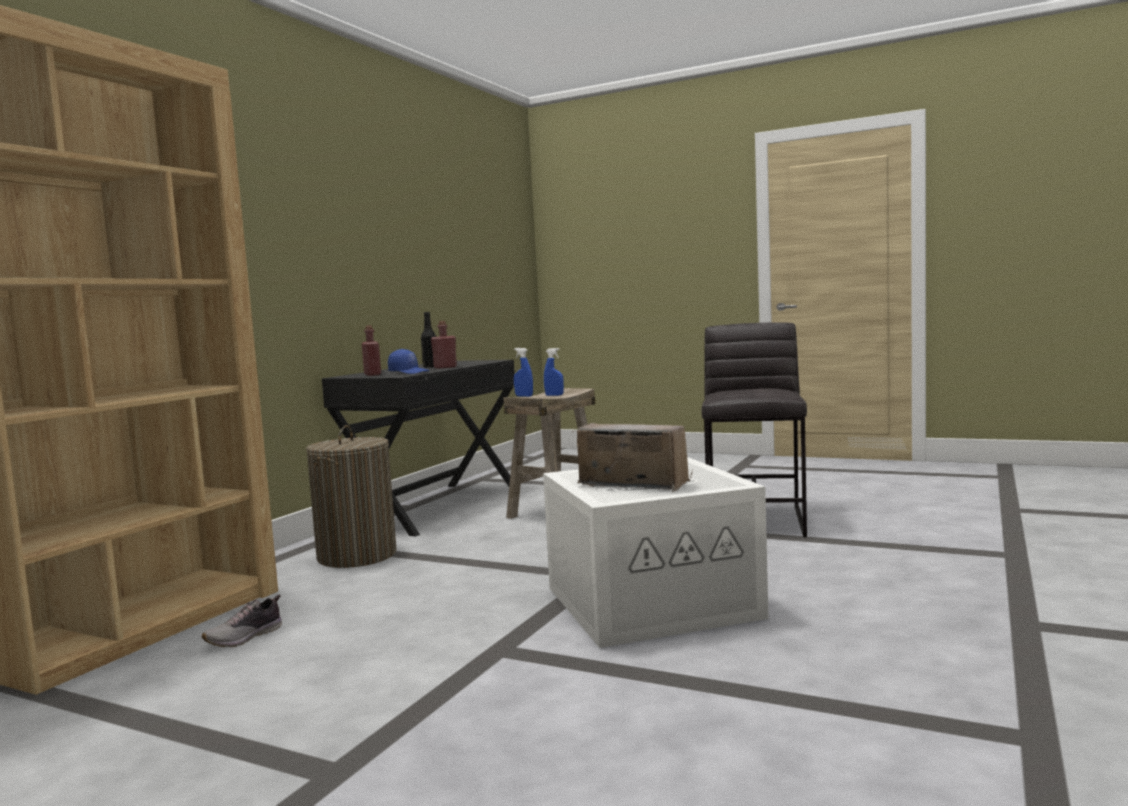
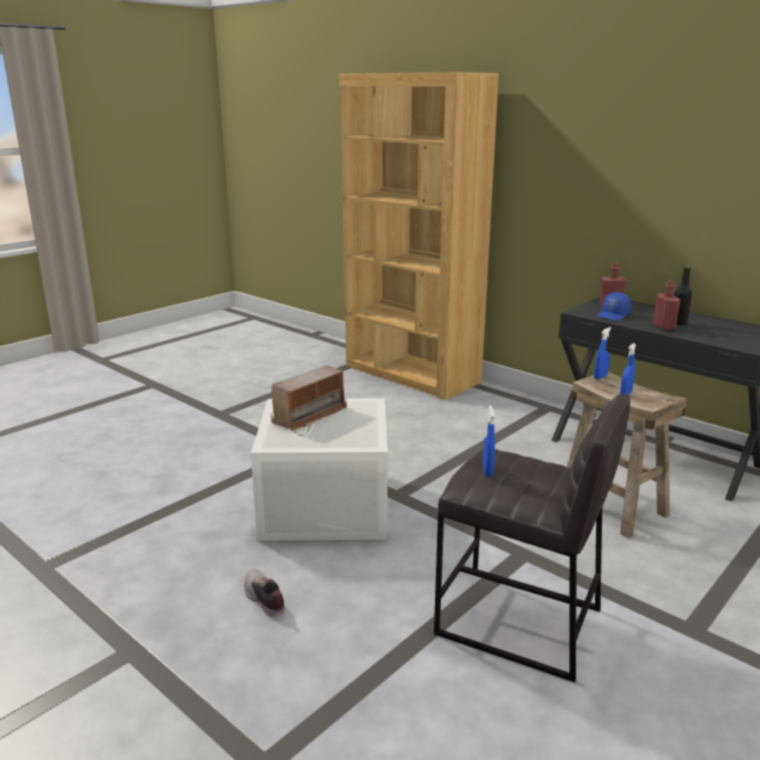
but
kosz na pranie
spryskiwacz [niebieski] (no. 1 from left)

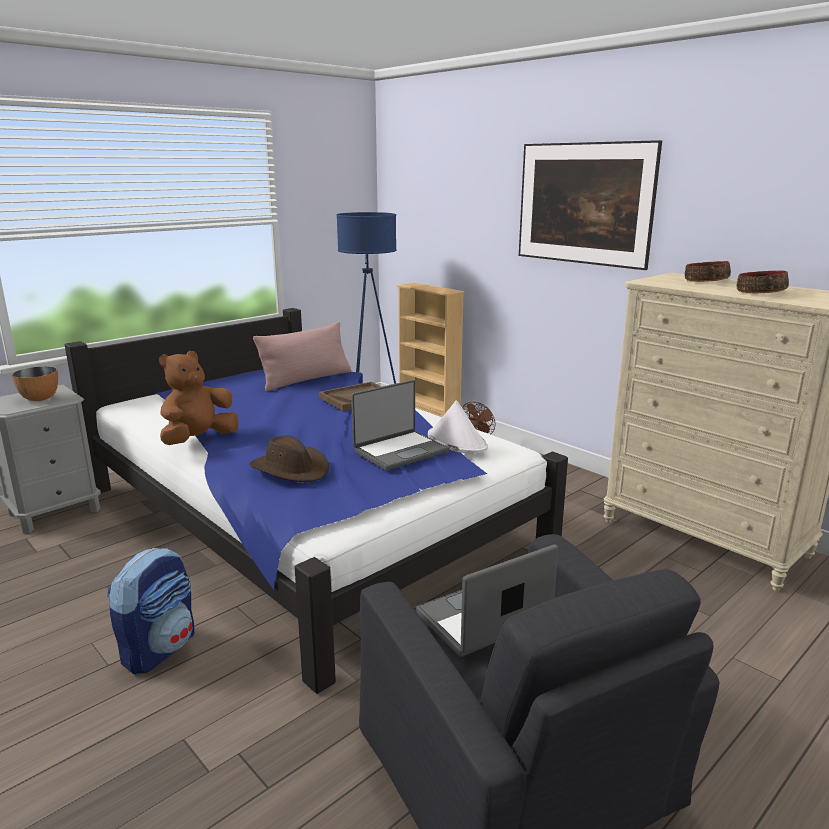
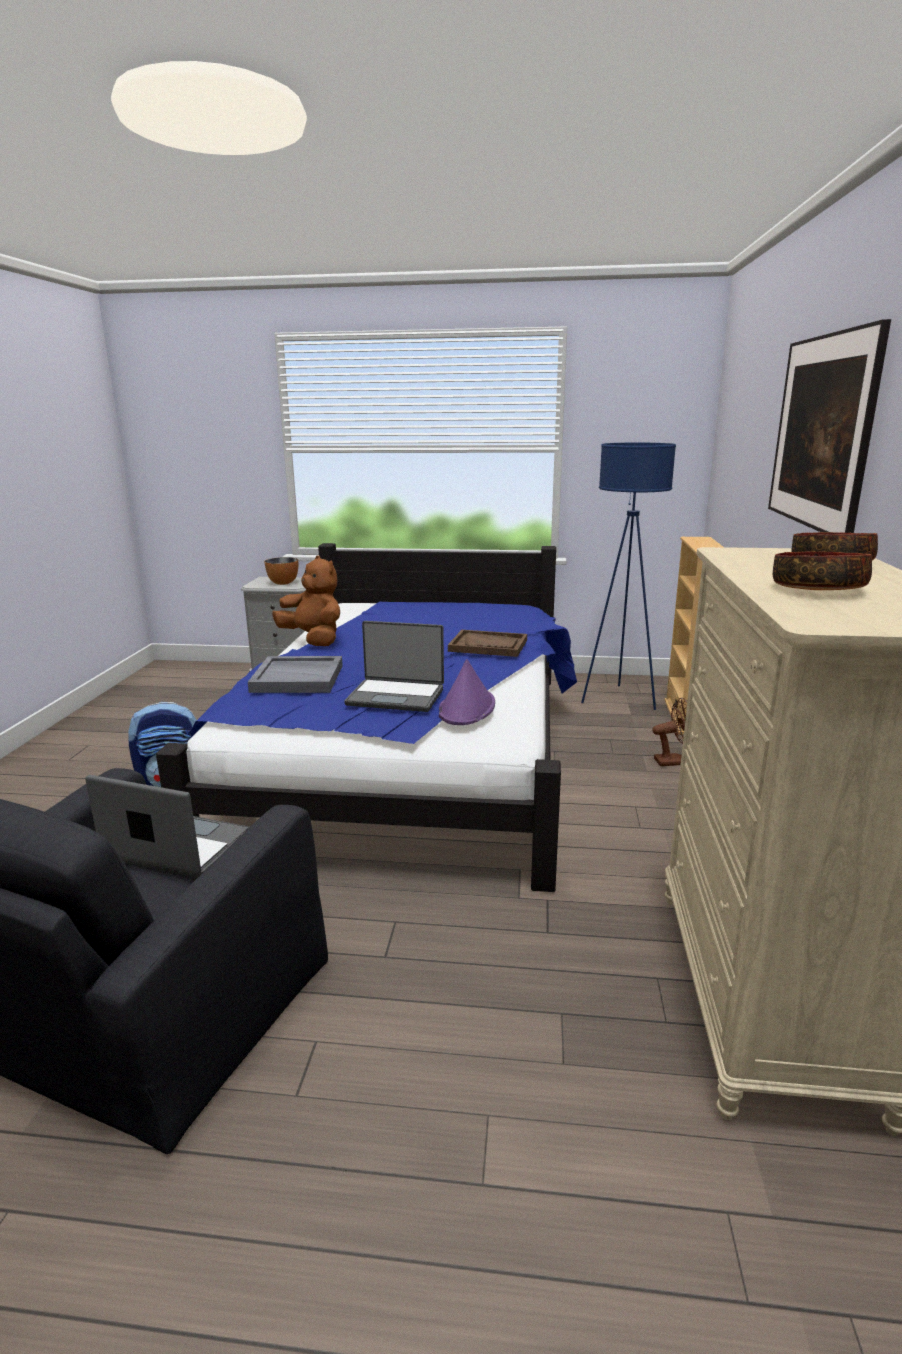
pluszak [brązowy]
taca [szary]
poduszka [różowy]
kapelusz [fioletowy]

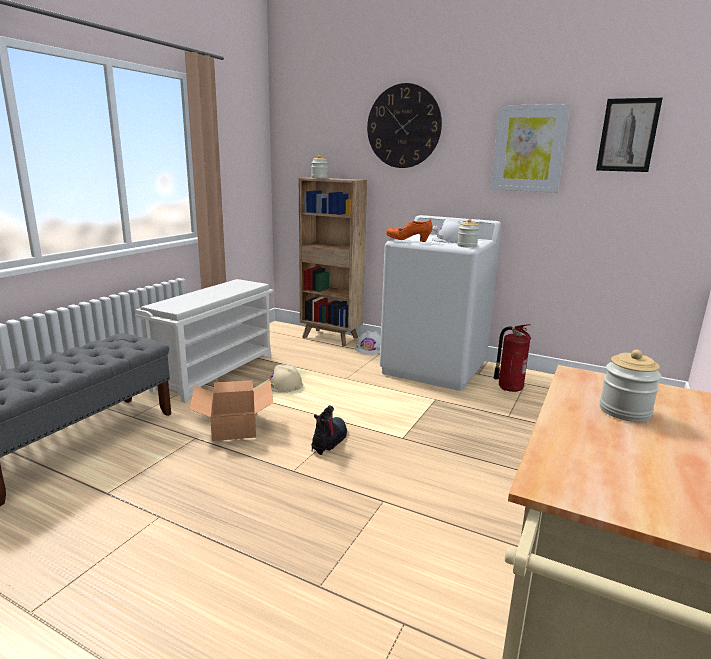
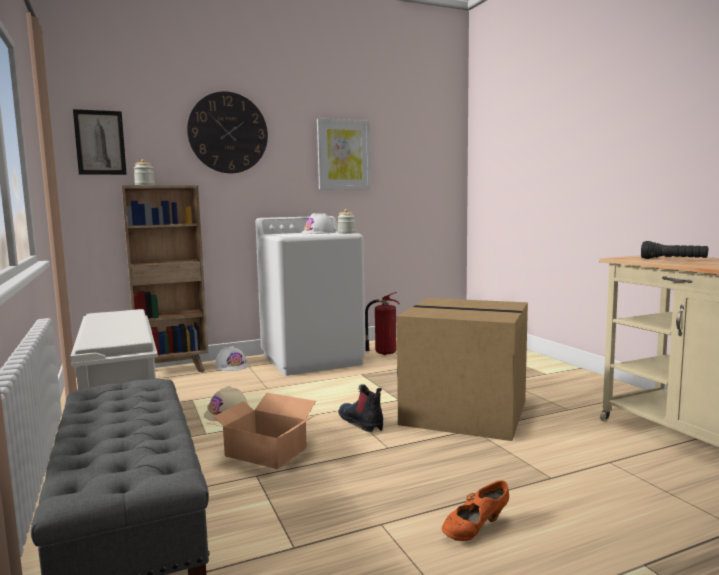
but [pomarańczowy]
obraz (no. 1 from left)
latarka [czarny]
karton (no. 2 from left)

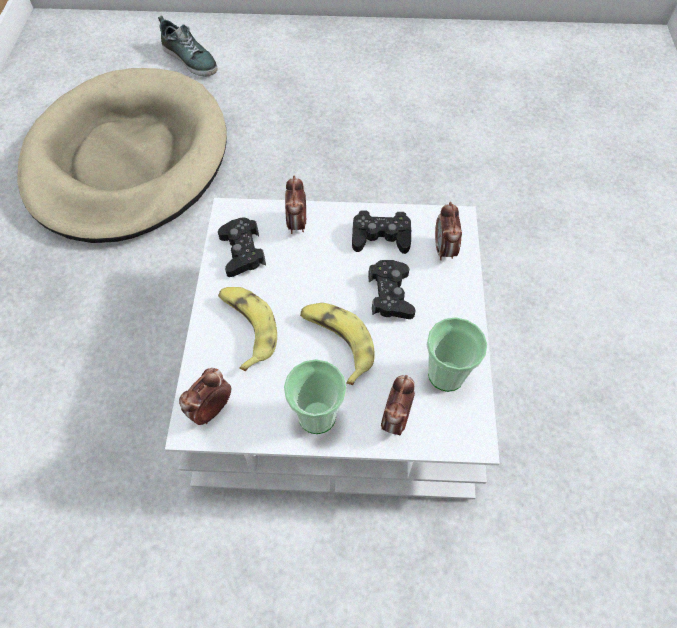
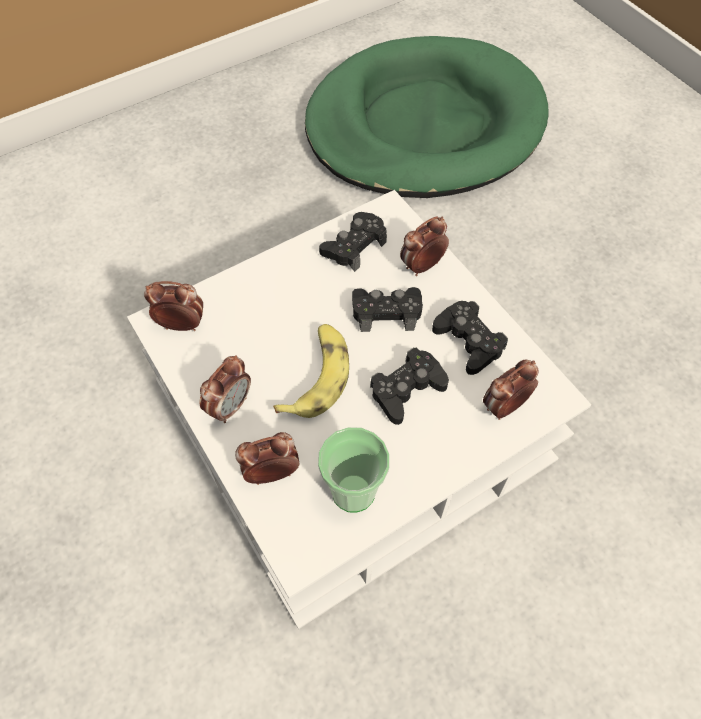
legowisko [zielony]
but
banan (no. 1 from left in the first image)
budzik (no. 2 from left)
pad do gier [czarny] (no. 2 from left)

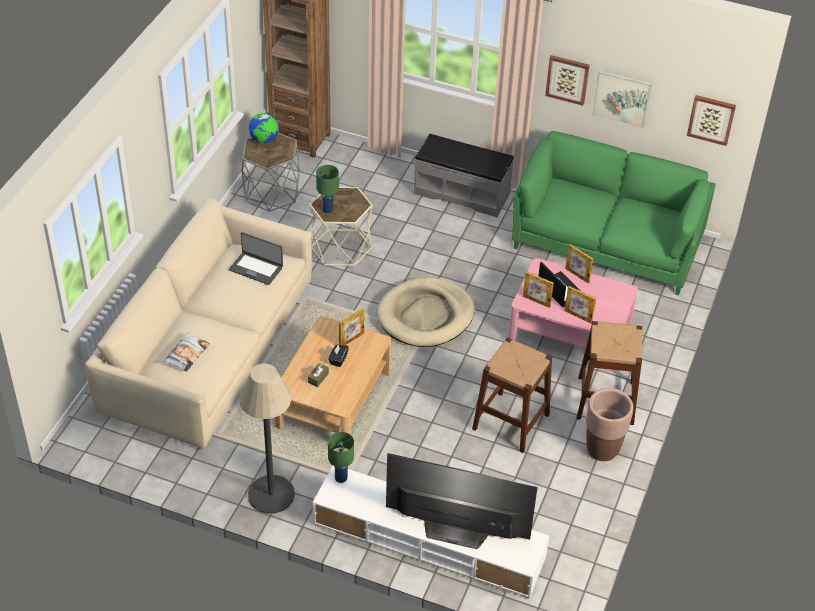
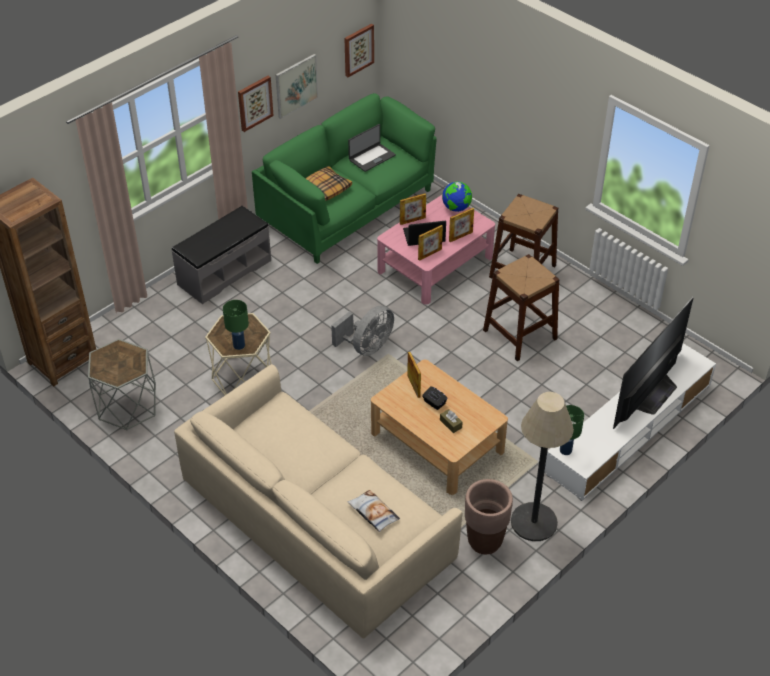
laptop (no. 1 from left)
globus
wentylator [szary]
donica [brązowy]
poduszka (no. 1 from left)

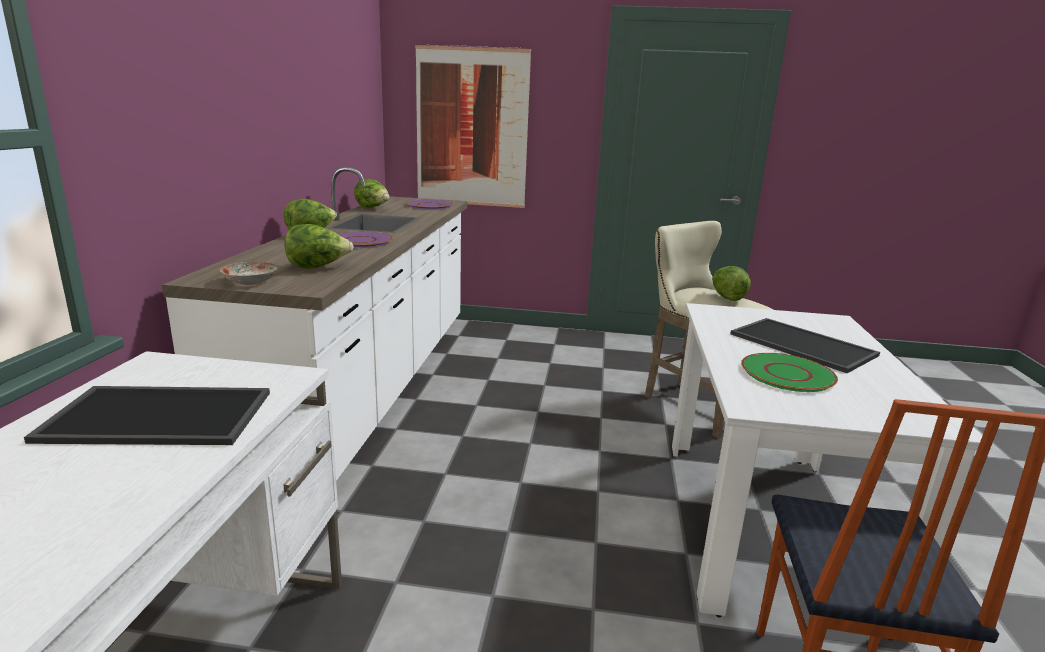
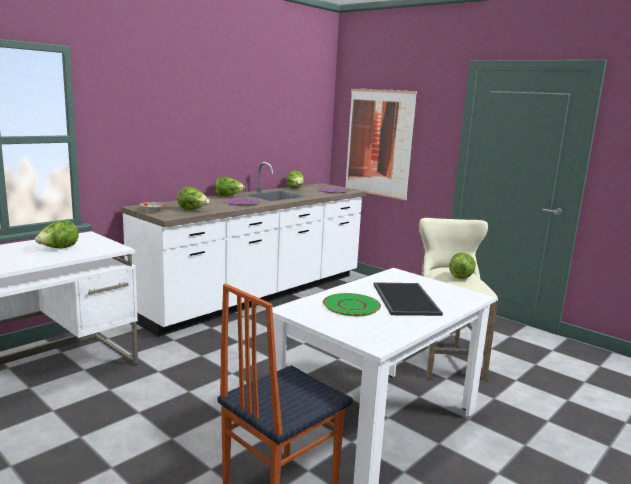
sałata (no. 1 from left)

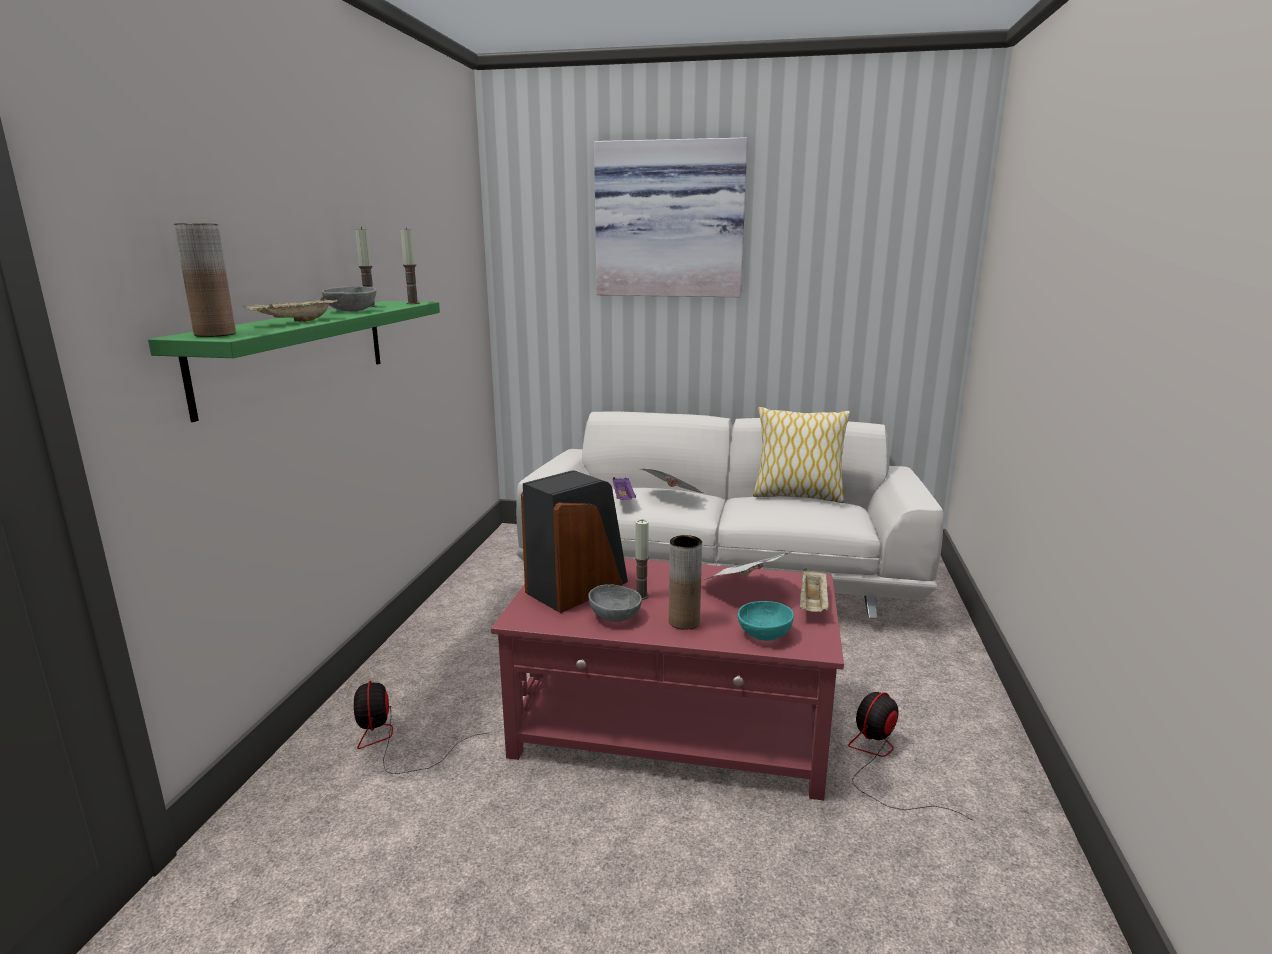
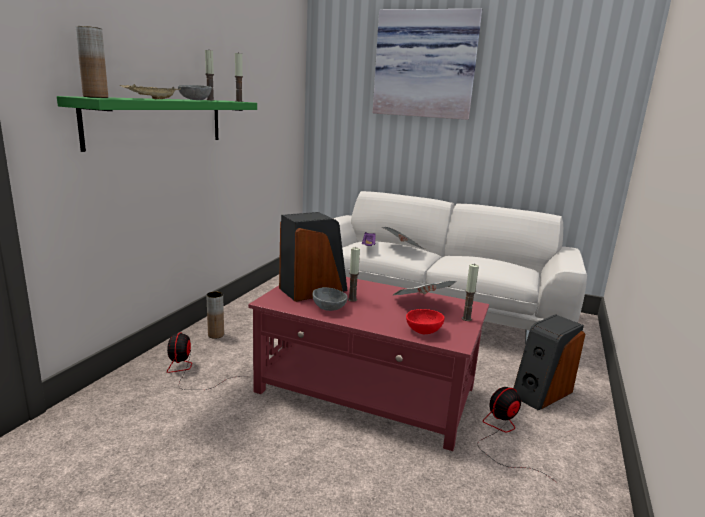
wazon [brązowy] (no. 2 from left)
miska [czerwony]
poduszka
świeca (no. 4 from left)
głośnik (no. 2 from left)

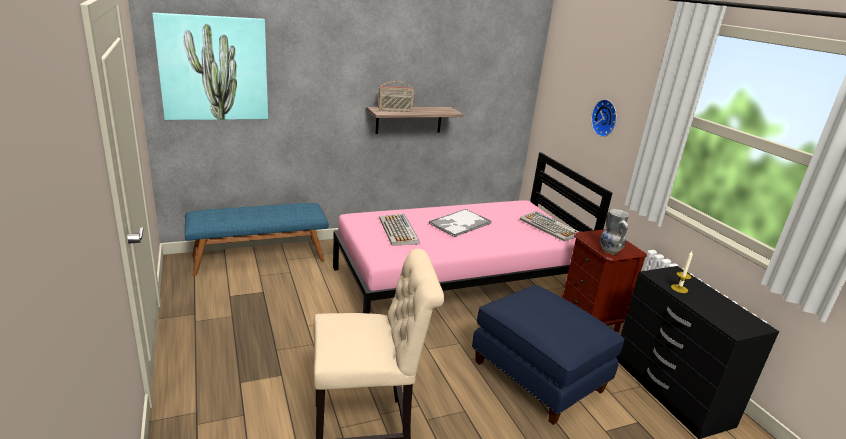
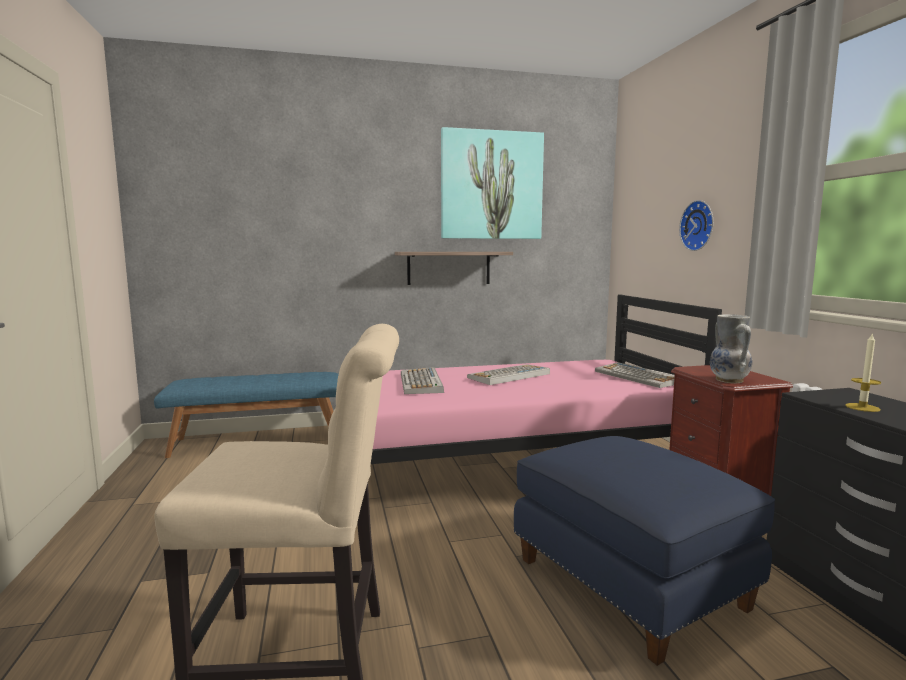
obraz
radio
klawiatura (no. 2 from left)

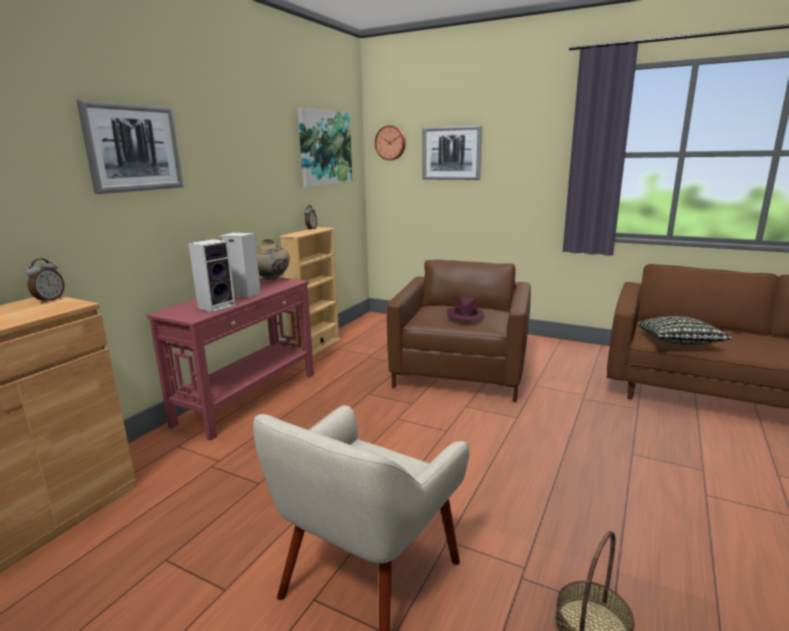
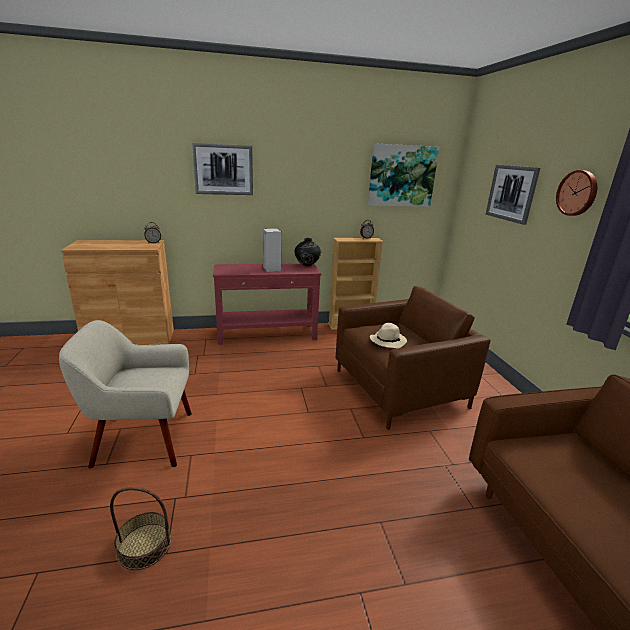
głośnik (no. 1 from left in the first image)
wazon [czarny]
zegar ścienny
kapelusz [beżowy]
poduszka

